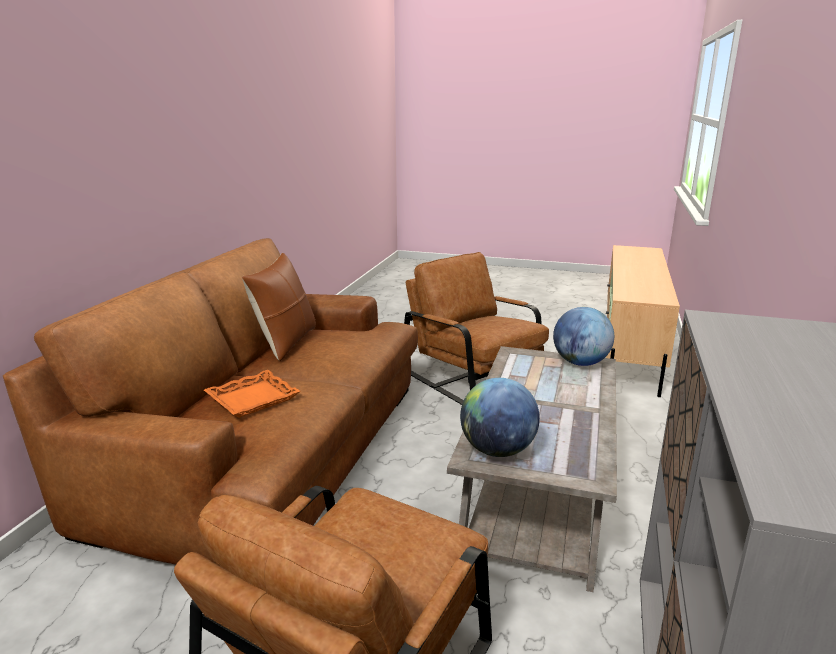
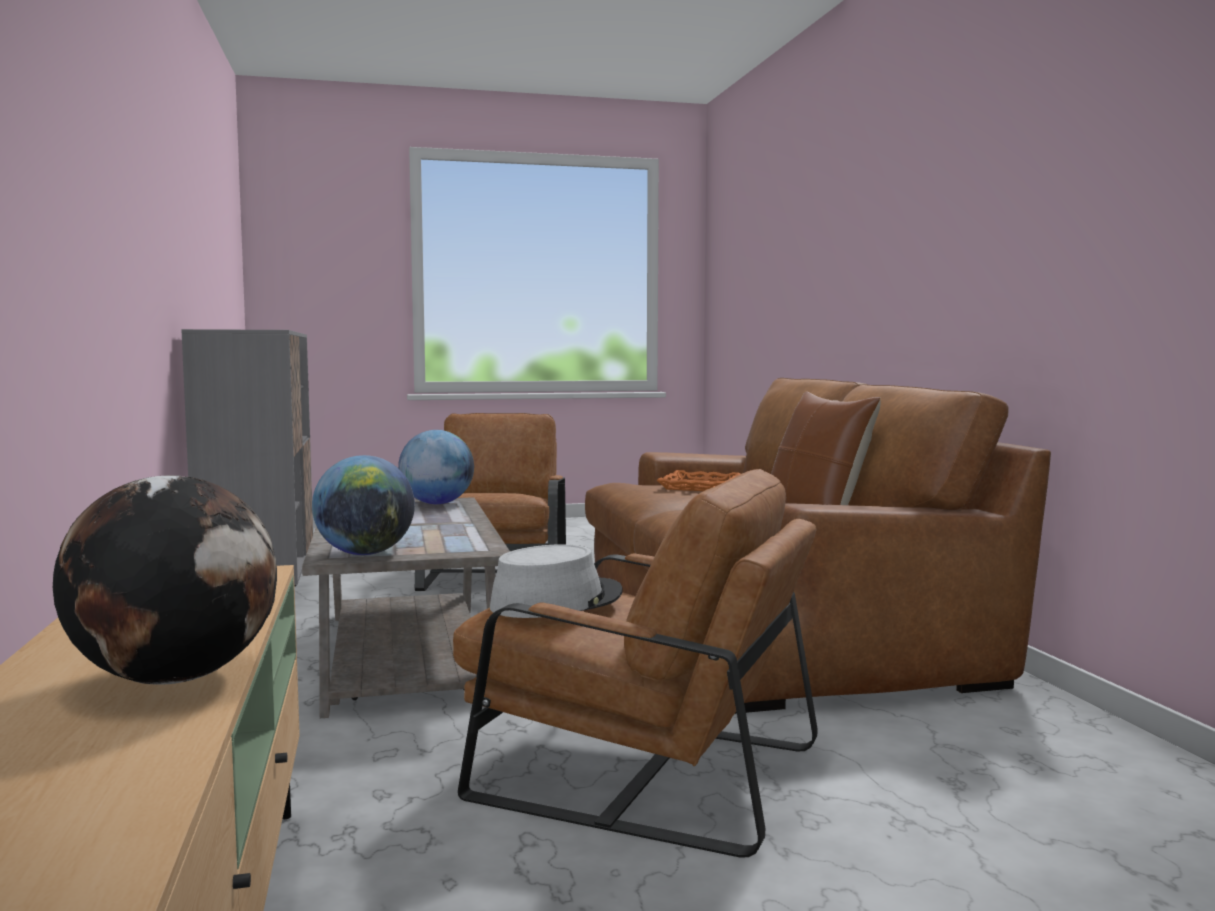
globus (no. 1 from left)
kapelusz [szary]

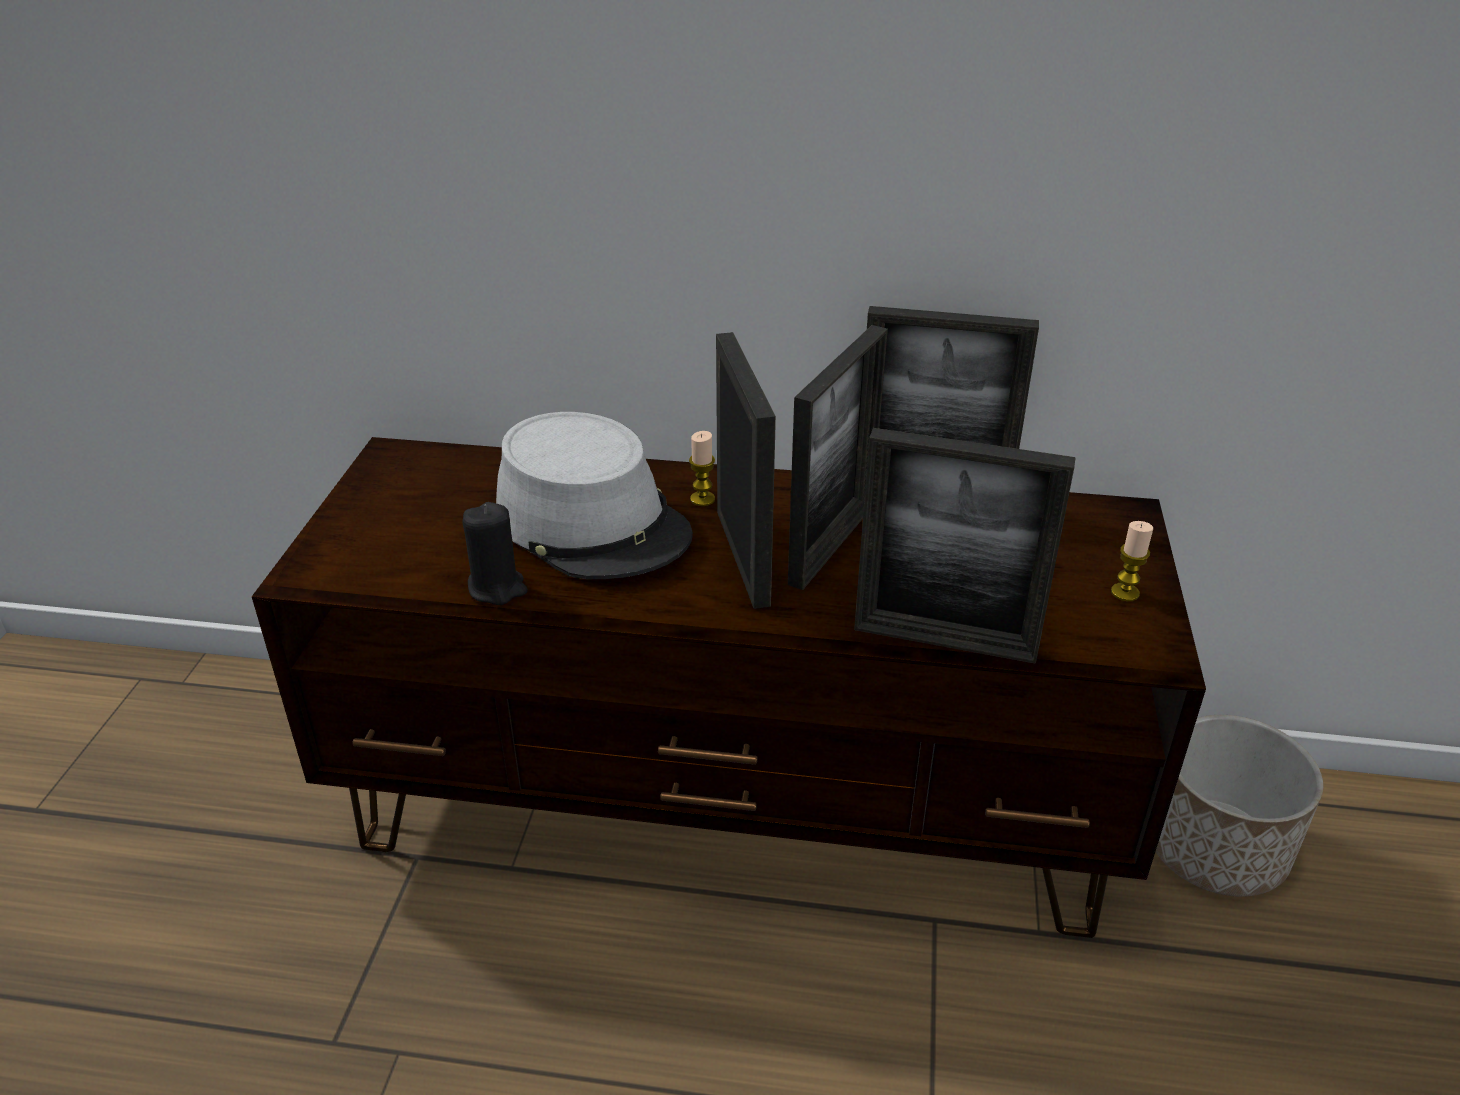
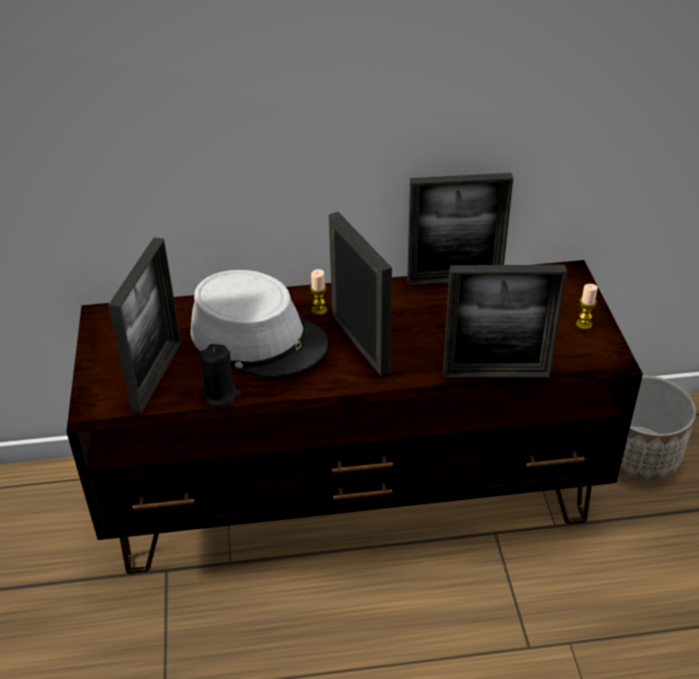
ramka na zdjęcie (no. 1 from left)

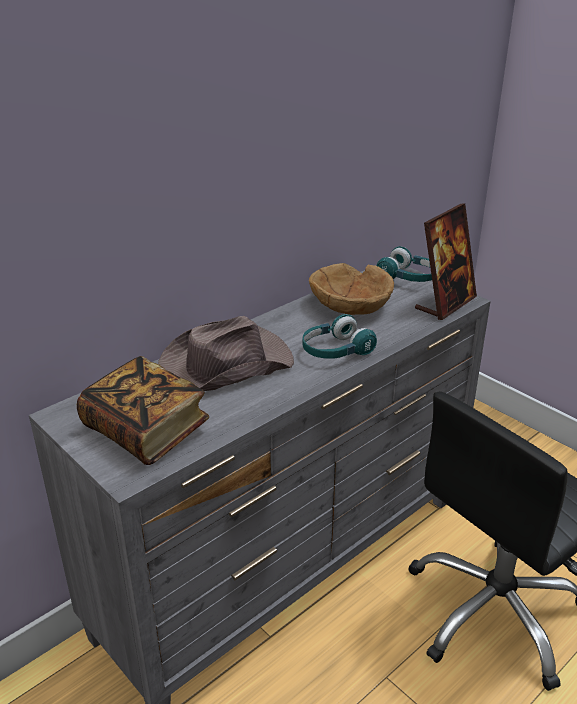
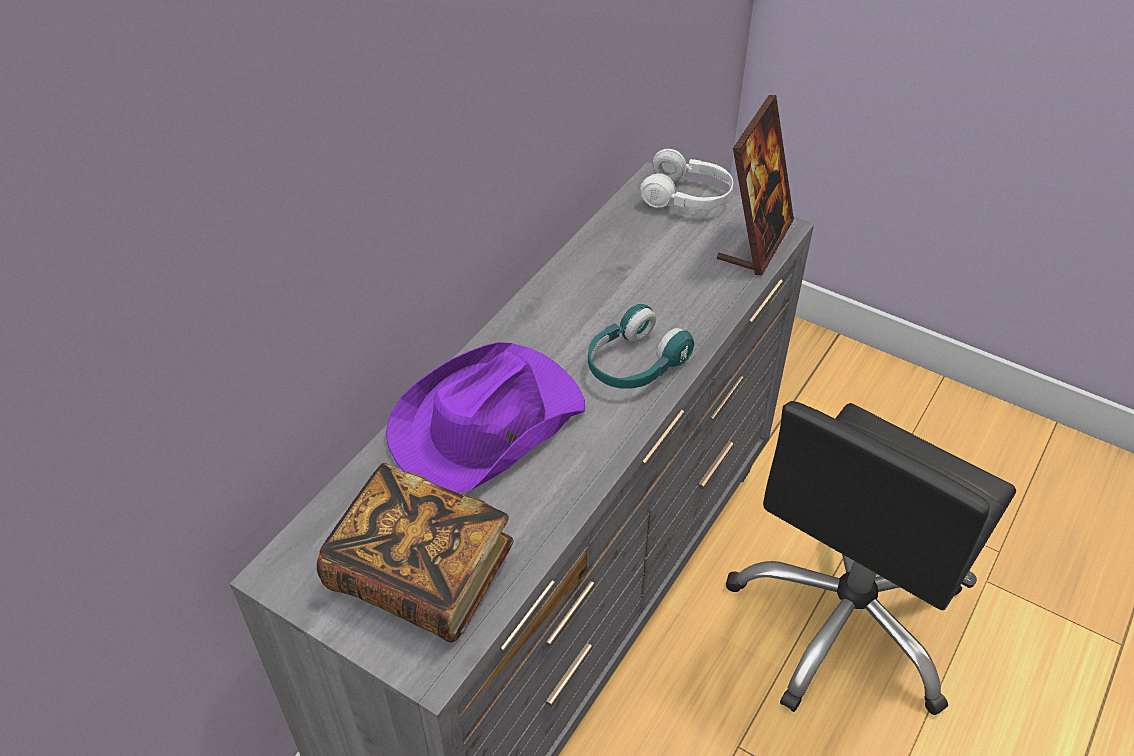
kapelusz [fioletowy]
miska [brązowy]
słuchawki [biały]

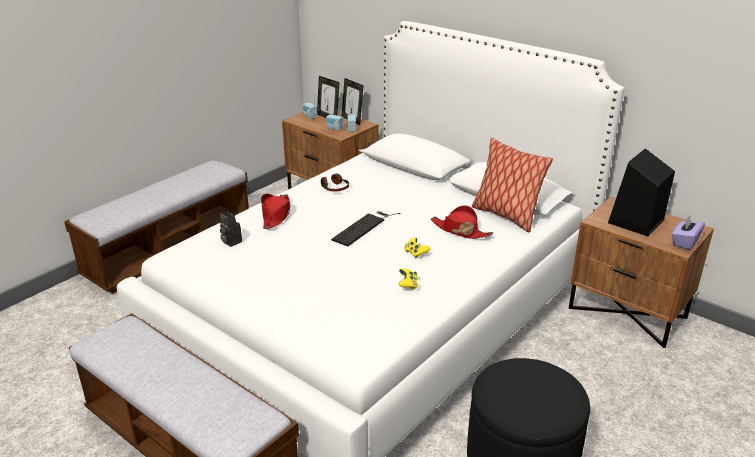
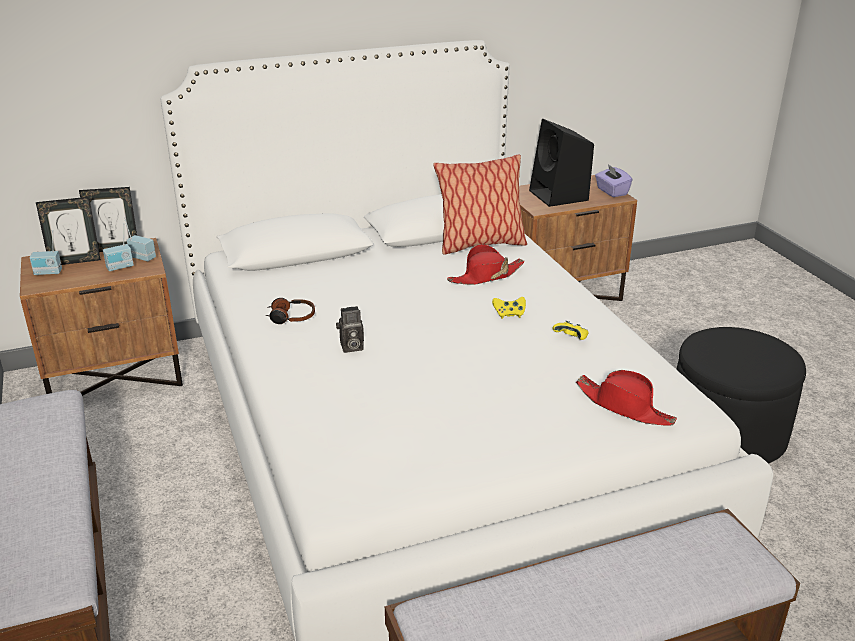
aparat fotograficzny
kapelusz [czerwony] (no. 2 from left)
klawiatura

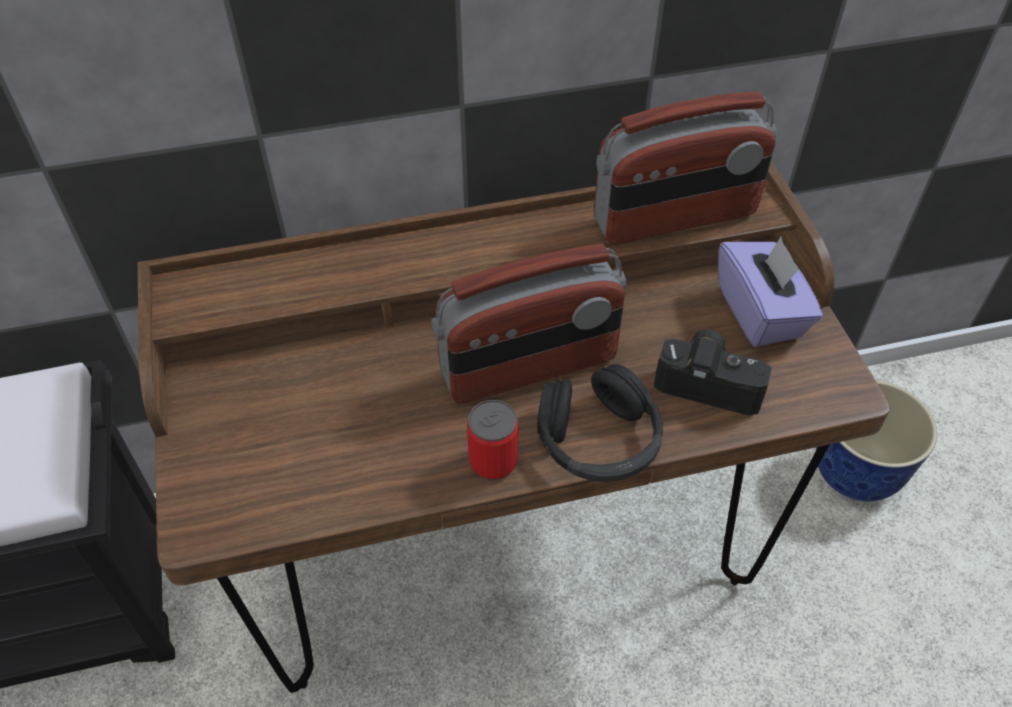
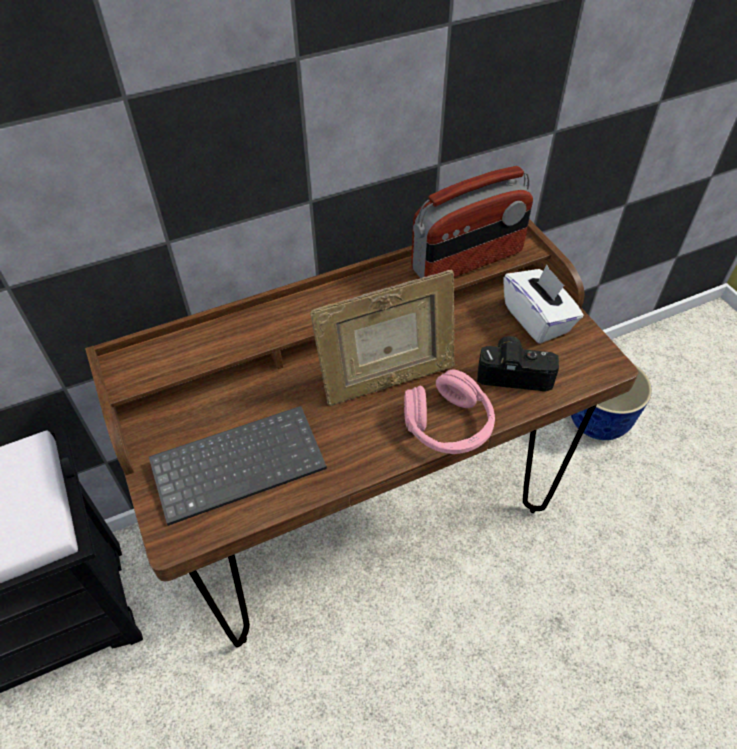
ramka na zdjęcie
puszka
słuchawki [różowy]
pudełko chusteczek [biały]
klawiatura

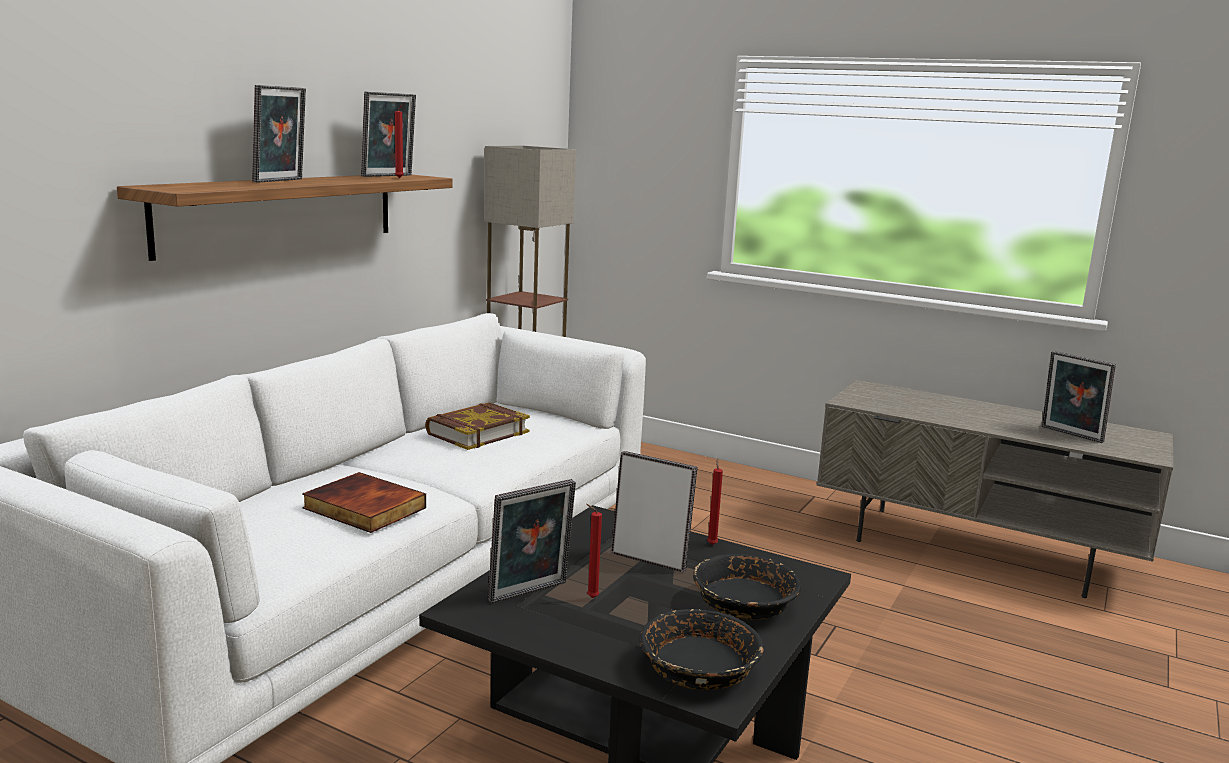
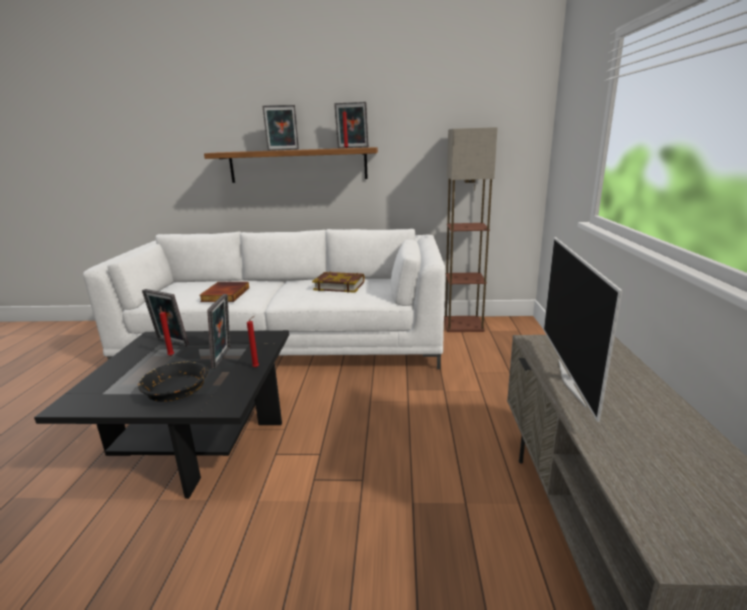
miska [czarny] (no. 1 from left in the first image)
ramka na zdjęcie (no. 5 from left in the first image)
telewizor

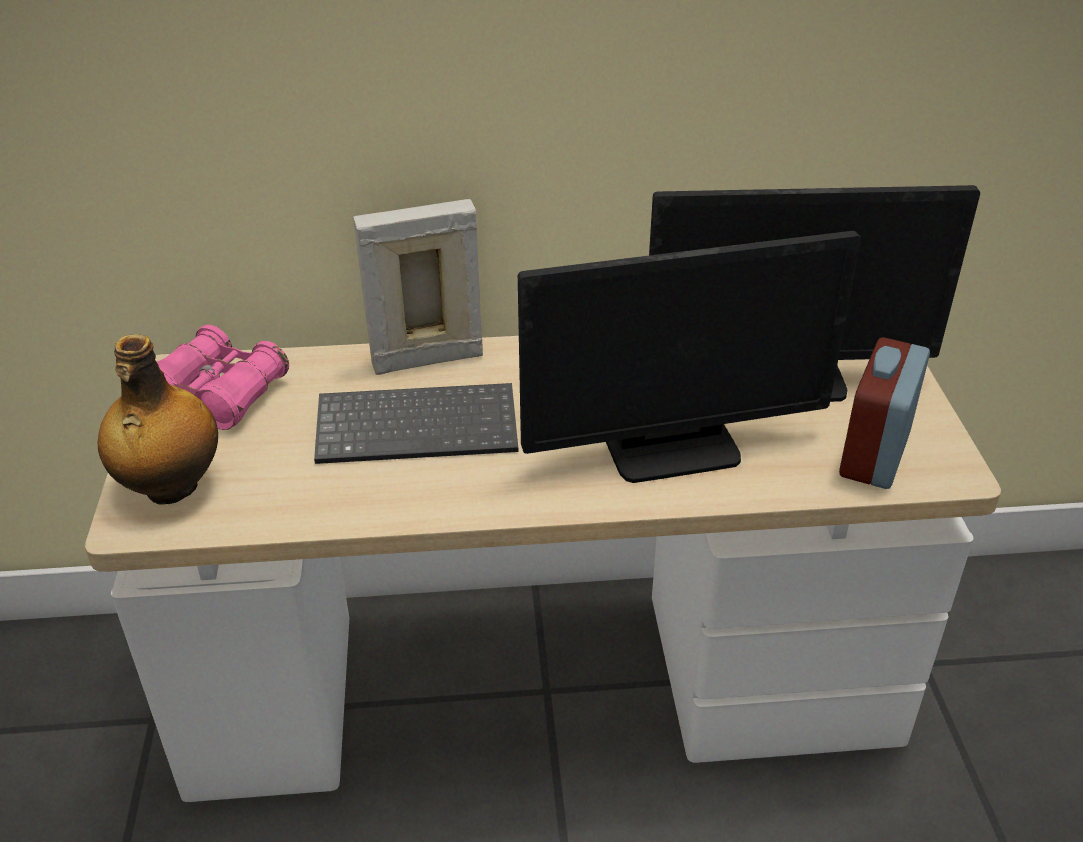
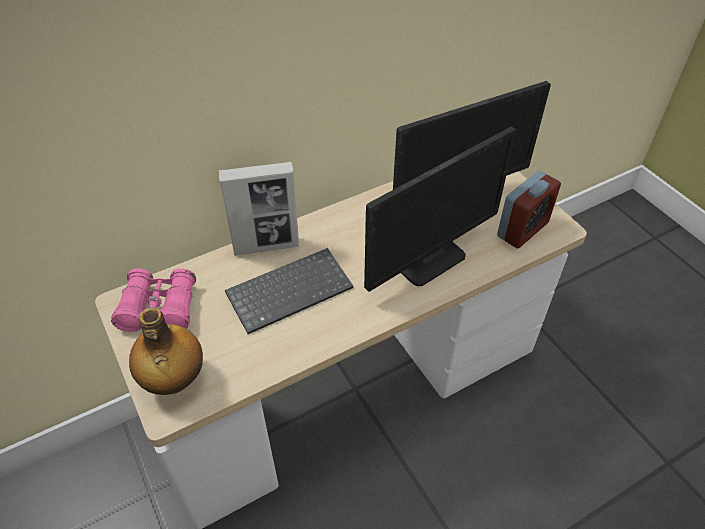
ramka na zdjęcie
budzik

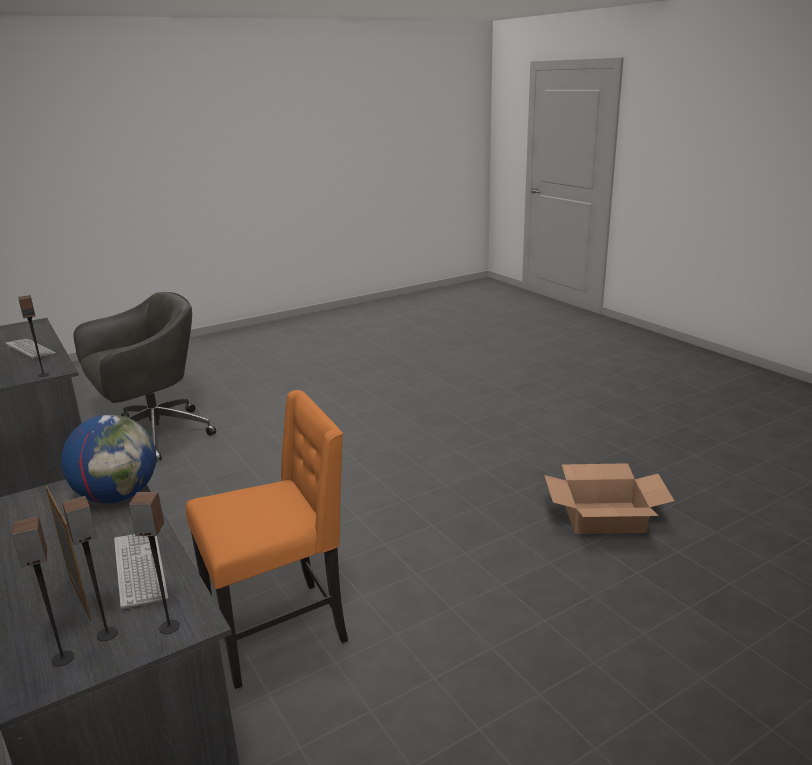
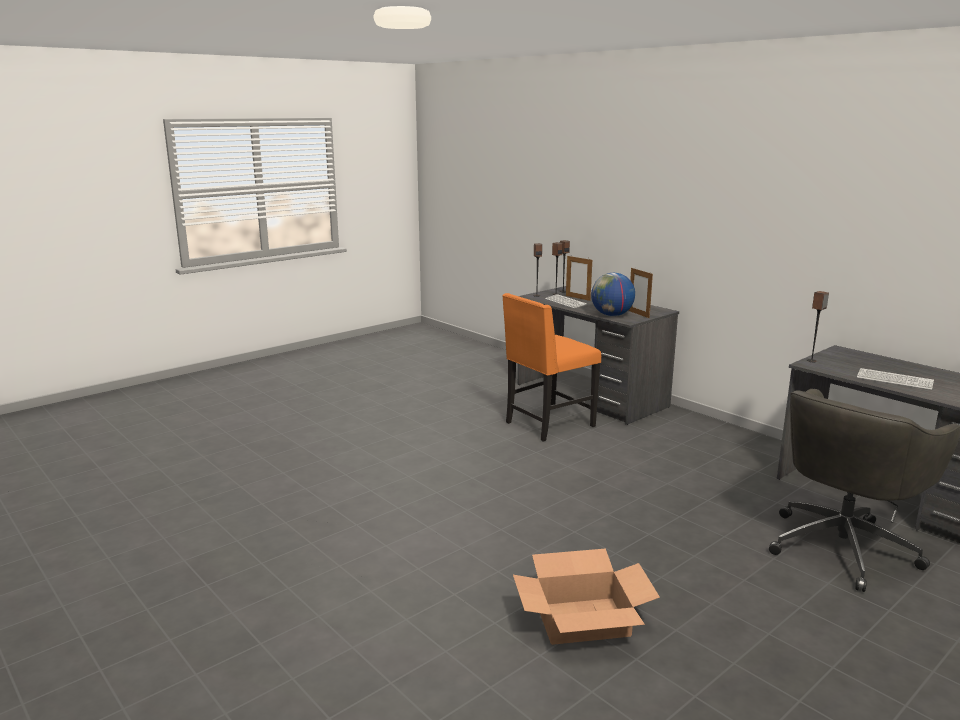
karton
ramka na zdjęcie (no. 2 from left)

